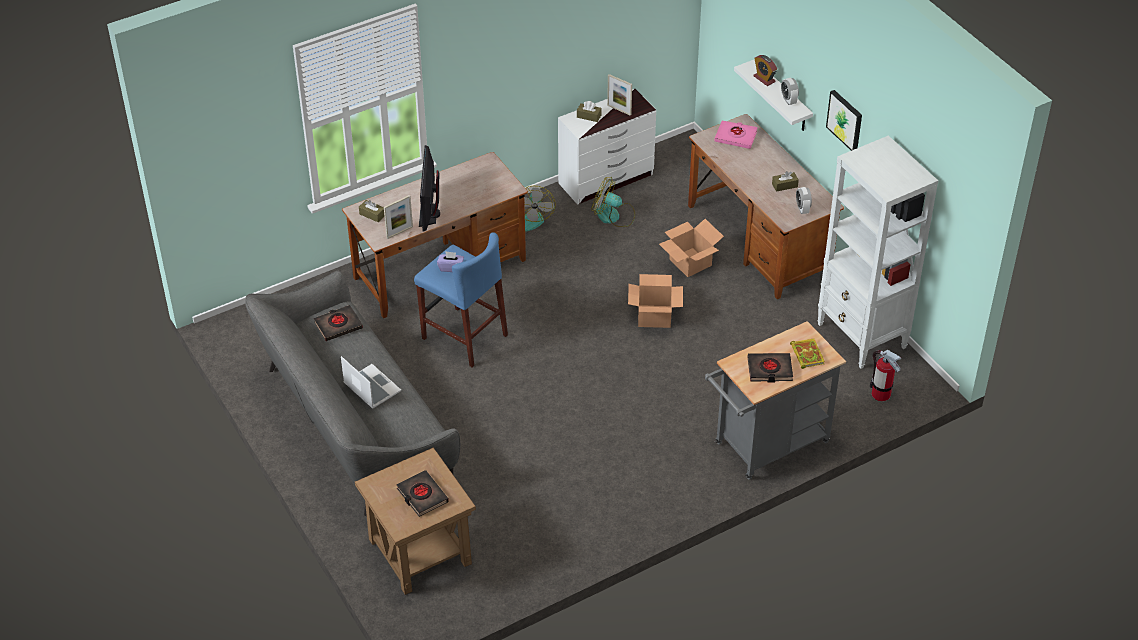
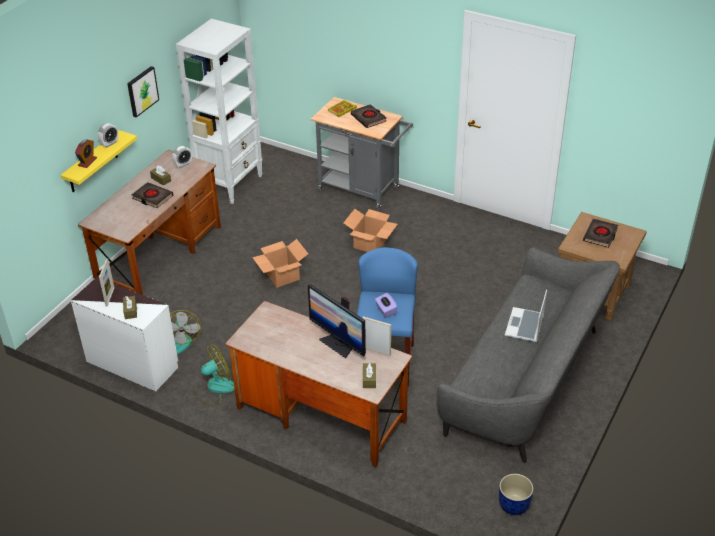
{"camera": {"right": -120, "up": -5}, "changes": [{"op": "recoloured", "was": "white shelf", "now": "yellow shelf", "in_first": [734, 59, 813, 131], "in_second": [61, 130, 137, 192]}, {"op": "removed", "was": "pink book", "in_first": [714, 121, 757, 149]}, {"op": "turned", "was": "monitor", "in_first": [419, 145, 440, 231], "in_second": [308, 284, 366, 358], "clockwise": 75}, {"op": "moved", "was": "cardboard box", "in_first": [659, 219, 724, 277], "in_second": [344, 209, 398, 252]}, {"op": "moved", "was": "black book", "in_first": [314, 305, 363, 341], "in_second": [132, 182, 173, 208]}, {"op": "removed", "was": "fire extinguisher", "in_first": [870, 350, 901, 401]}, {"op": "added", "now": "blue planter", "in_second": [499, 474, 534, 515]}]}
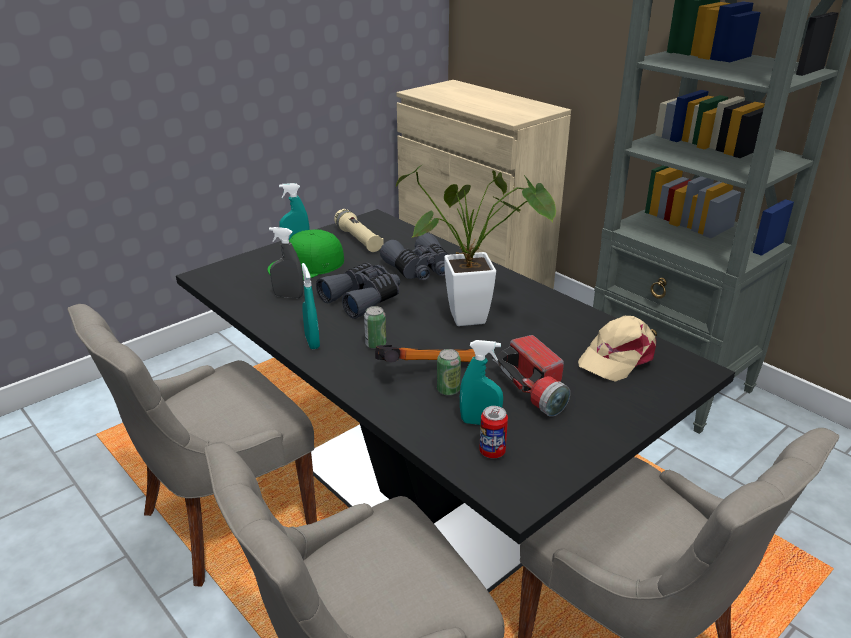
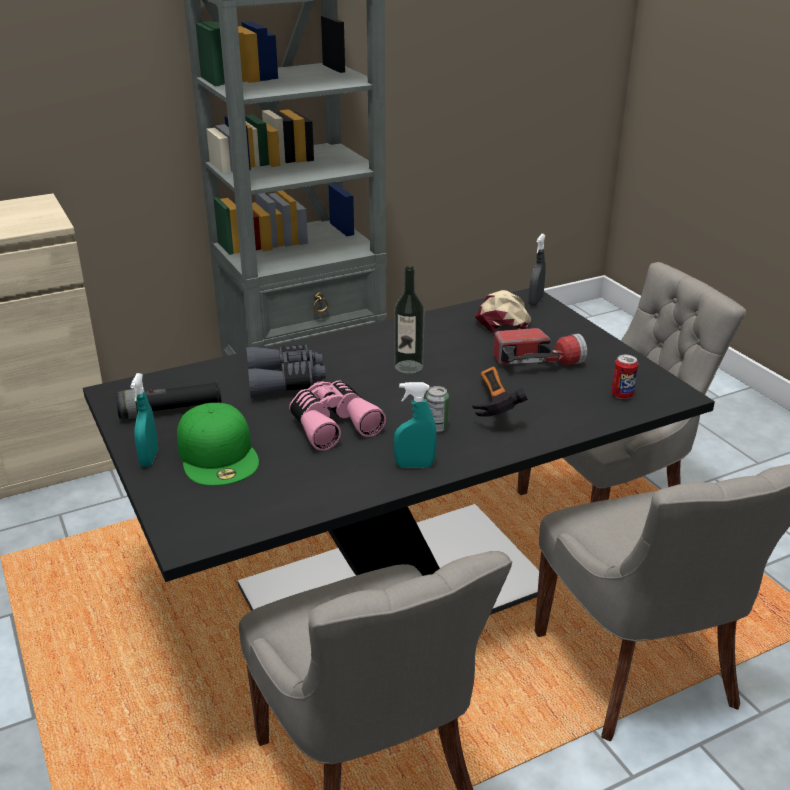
{"camera": {"right": -75, "up": 0}, "changes": [{"op": "replaced", "was": "potted plant", "now": "bottle", "in_first": [396, 165, 556, 326], "in_second": [394, 266, 424, 374]}, {"op": "recoloured", "was": "beige flashlight", "now": "black flashlight", "in_first": [334, 209, 384, 252], "in_second": [116, 381, 222, 419]}, {"op": "moved", "was": "grey spray bottle", "in_first": [269, 227, 304, 298], "in_second": [529, 234, 546, 306]}, {"op": "recoloured", "was": "grey binoculars", "now": "pink binoculars", "in_first": [316, 263, 400, 319], "in_second": [289, 380, 386, 451]}, {"op": "turned", "was": "beige cap", "in_first": [578, 316, 656, 382], "in_second": [475, 290, 531, 334], "clockwise": -150}, {"op": "removed", "was": "turquoise spray bottle", "in_first": [460, 340, 503, 425]}, {"op": "removed", "was": "can", "in_first": [437, 349, 461, 396]}]}
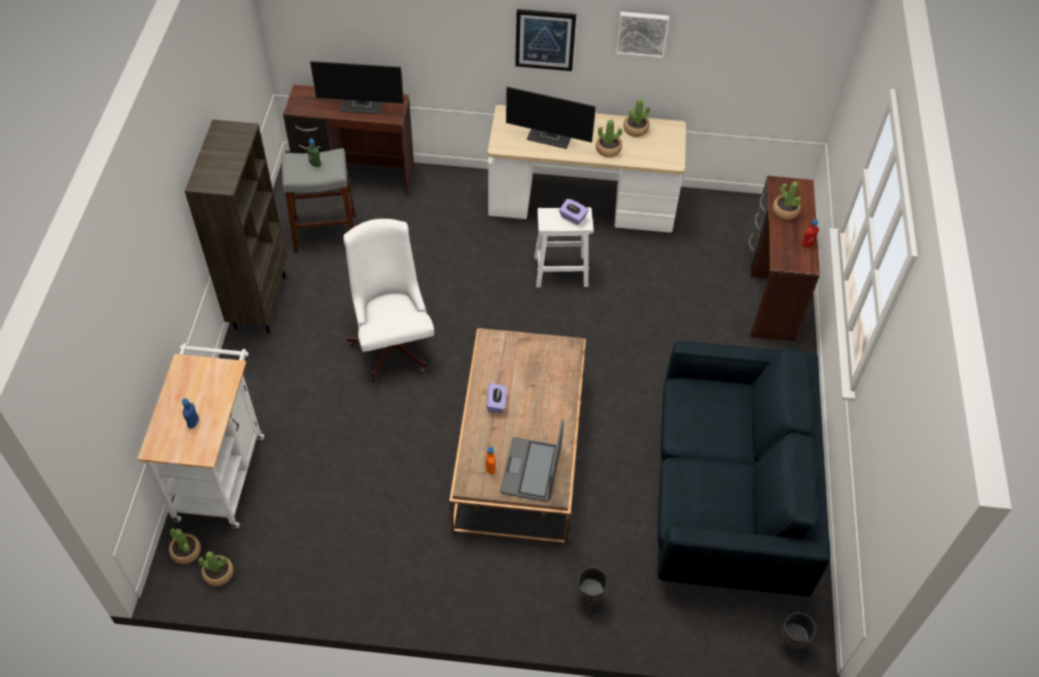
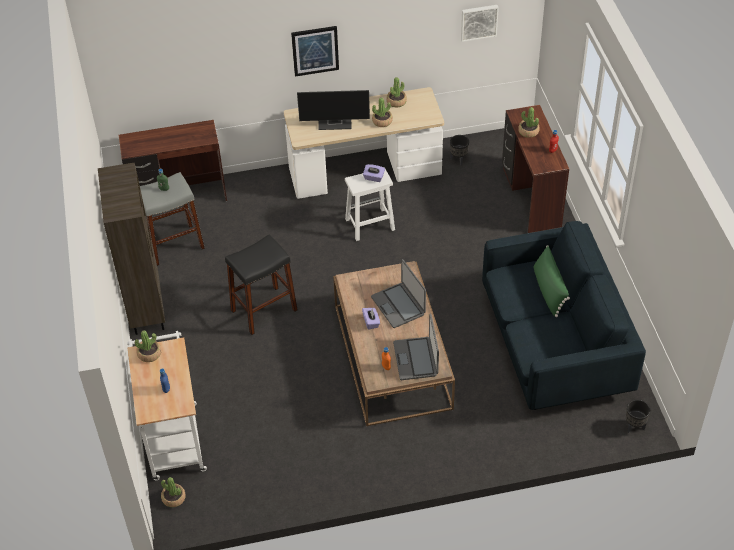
{"camera": {"right": -15, "up": -5}, "changes": [{"op": "moved", "was": "picture", "in_first": [616, 12, 669, 58], "in_second": [461, 5, 499, 42]}, {"op": "removed", "was": "monitor", "in_first": [310, 61, 404, 114]}, {"op": "replaced", "was": "white office chair", "now": "black stool", "in_first": [343, 219, 434, 381], "in_second": [225, 235, 297, 335]}, {"op": "moved", "was": "potted plant", "in_first": [198, 552, 234, 586], "in_second": [135, 330, 161, 362]}, {"op": "moved", "was": "black planter", "in_first": [577, 567, 608, 611], "in_second": [450, 135, 469, 166]}, {"op": "added", "now": "green pillow", "in_second": [534, 245, 570, 317]}, {"op": "added", "now": "laptop", "in_second": [371, 259, 426, 328]}]}
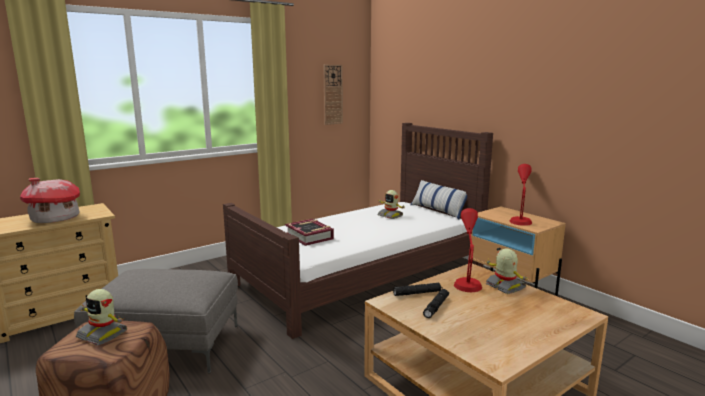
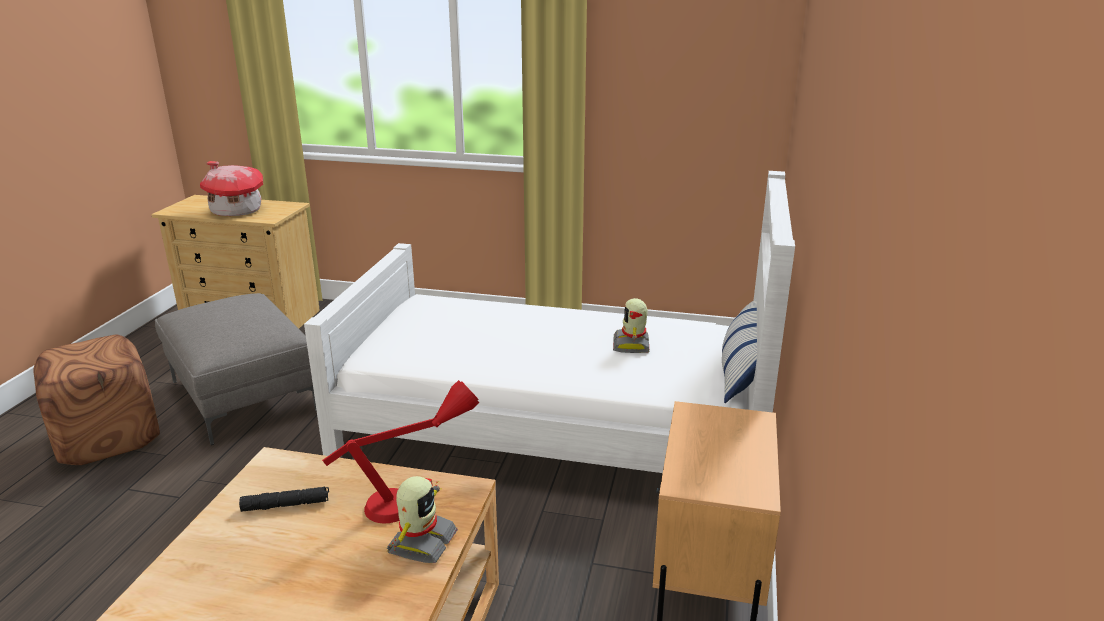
{"camera": {"right": 50, "up": 10}, "changes": [{"op": "removed", "was": "wall clock", "in_first": [323, 65, 343, 125]}, {"op": "recoloured", "was": "brown bed", "now": "white bed", "in_first": [223, 123, 493, 339], "in_second": [304, 171, 795, 473]}, {"op": "removed", "was": "red table lamp", "in_first": [509, 164, 532, 226]}, {"op": "removed", "was": "book", "in_first": [285, 219, 334, 246]}, {"op": "removed", "was": "black flashlight", "in_first": [393, 283, 443, 296]}, {"op": "removed", "was": "toy robot", "in_first": [76, 289, 127, 345]}]}
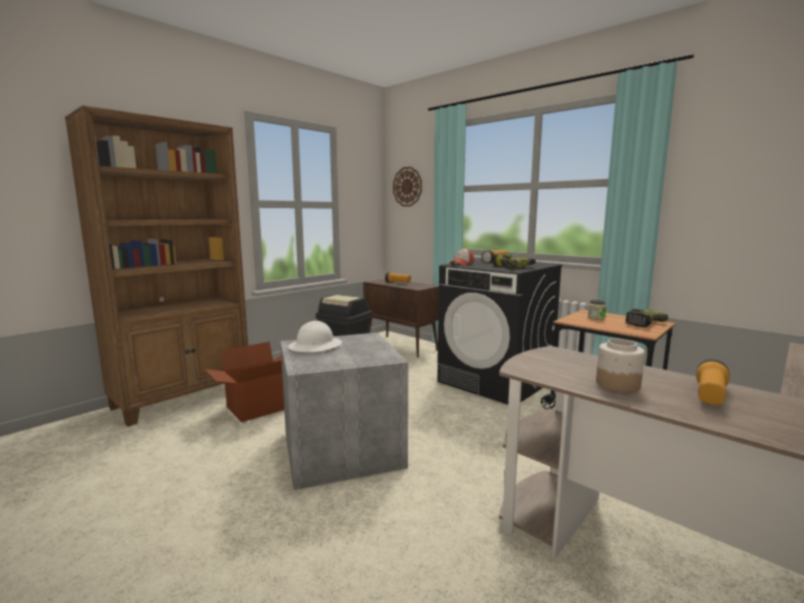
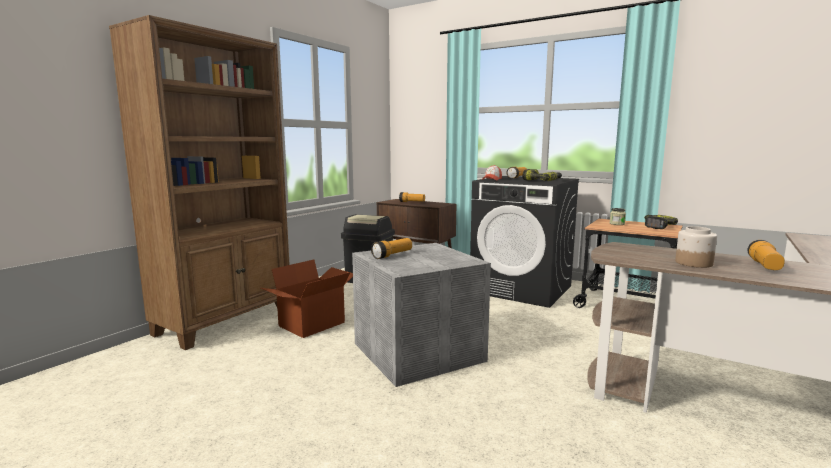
{"camera": {"right": -10, "up": 0}, "changes": [{"op": "removed", "was": "wall clock", "in_first": [393, 167, 422, 206]}, {"op": "replaced", "was": "white hard hat", "now": "flashlight", "in_first": [288, 321, 342, 352], "in_second": [371, 238, 412, 259]}]}
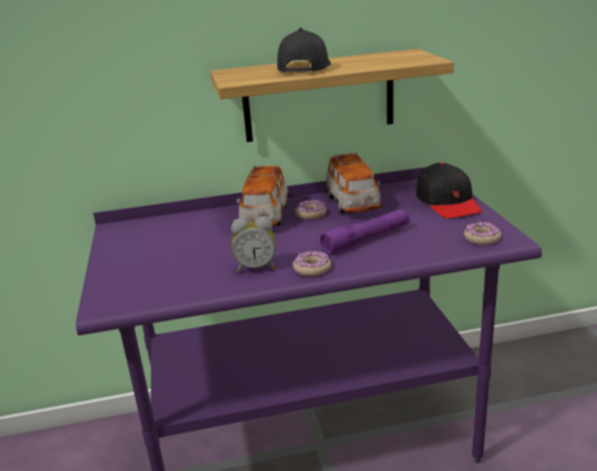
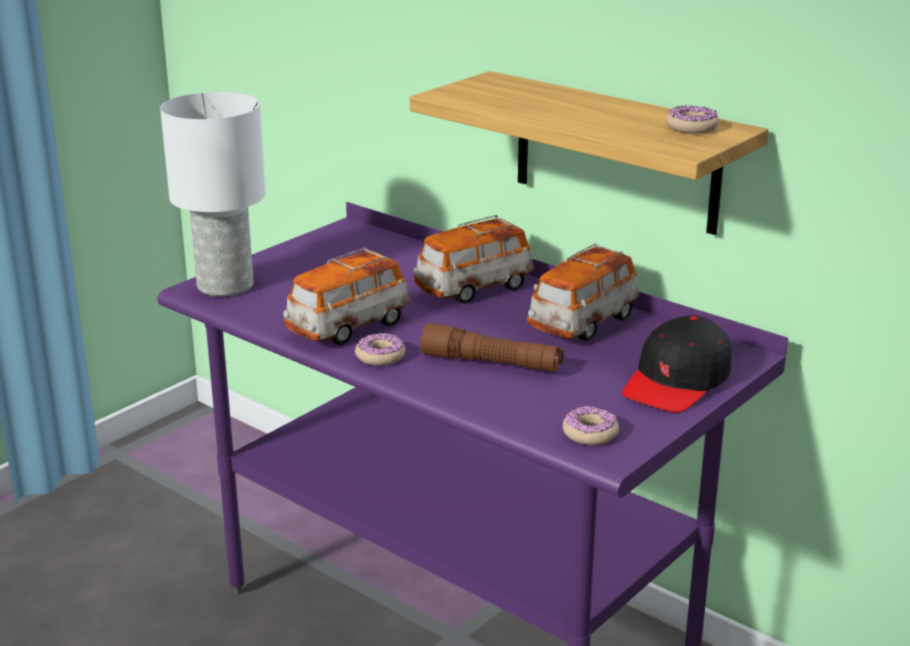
{"camera": {"right": 50, "up": 0}, "changes": [{"op": "removed", "was": "black cap", "in_first": [277, 28, 331, 72]}, {"op": "moved", "was": "donut", "in_first": [295, 200, 327, 219], "in_second": [666, 105, 719, 134]}, {"op": "recoloured", "was": "purple flashlight", "now": "brown flashlight", "in_first": [320, 209, 410, 255], "in_second": [420, 323, 564, 372]}, {"op": "replaced", "was": "alarm clock", "now": "toy car", "in_first": [231, 217, 276, 273], "in_second": [283, 247, 410, 345]}, {"op": "added", "now": "white table lamp", "in_second": [160, 92, 266, 297]}]}
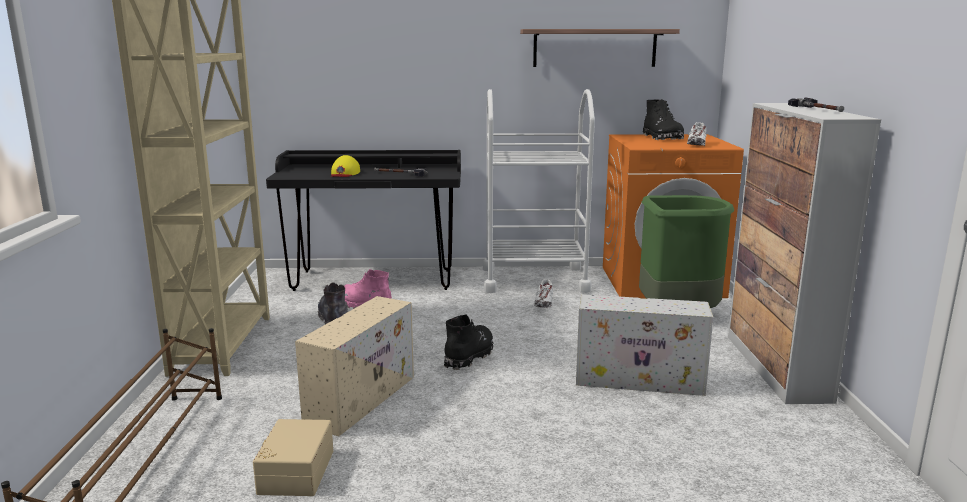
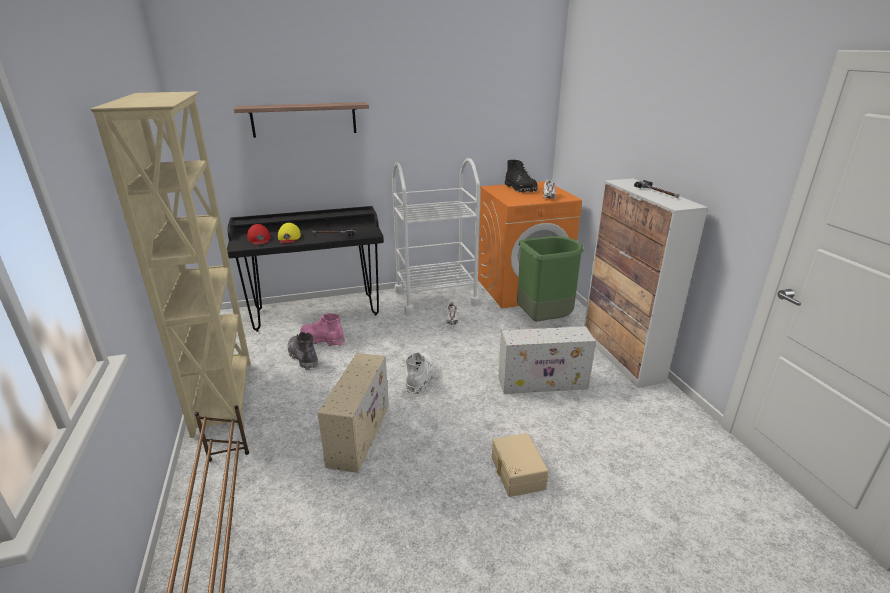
{"camera": {"right": -15, "up": 10}, "changes": [{"op": "moved", "was": "shelf", "in_first": [520, 29, 680, 67], "in_second": [234, 102, 369, 138]}, {"op": "recoloured", "was": "black boot", "now": "white boot", "in_first": [444, 314, 493, 370], "in_second": [406, 352, 435, 394]}, {"op": "moved", "was": "beige storage box", "in_first": [253, 419, 333, 496], "in_second": [492, 433, 548, 497]}, {"op": "added", "now": "red cap", "in_second": [247, 224, 271, 245]}]}
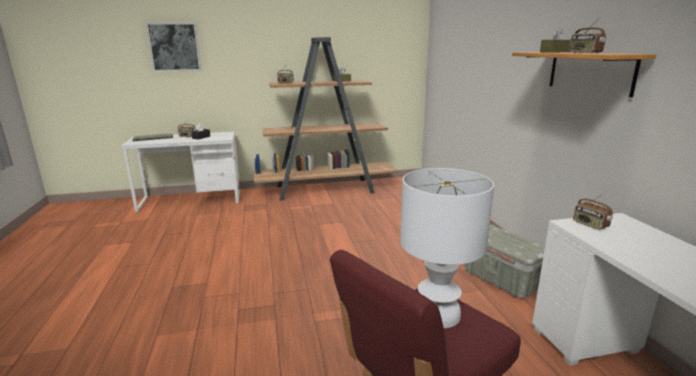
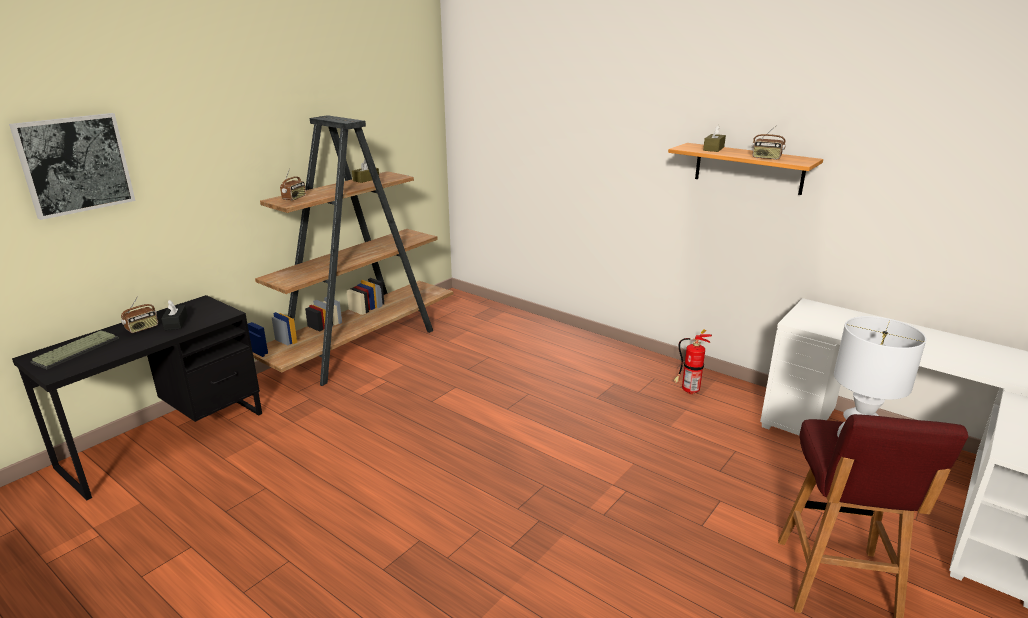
{"camera": {"right": -40, "up": 5}, "changes": [{"op": "recoloured", "was": "white desk", "now": "black desk", "in_first": [121, 131, 240, 212], "in_second": [12, 295, 262, 500]}, {"op": "removed", "was": "radio", "in_first": [573, 192, 613, 230]}, {"op": "replaced", "was": "grey storage box", "now": "fire extinguisher", "in_first": [464, 224, 545, 298], "in_second": [673, 329, 712, 394]}]}
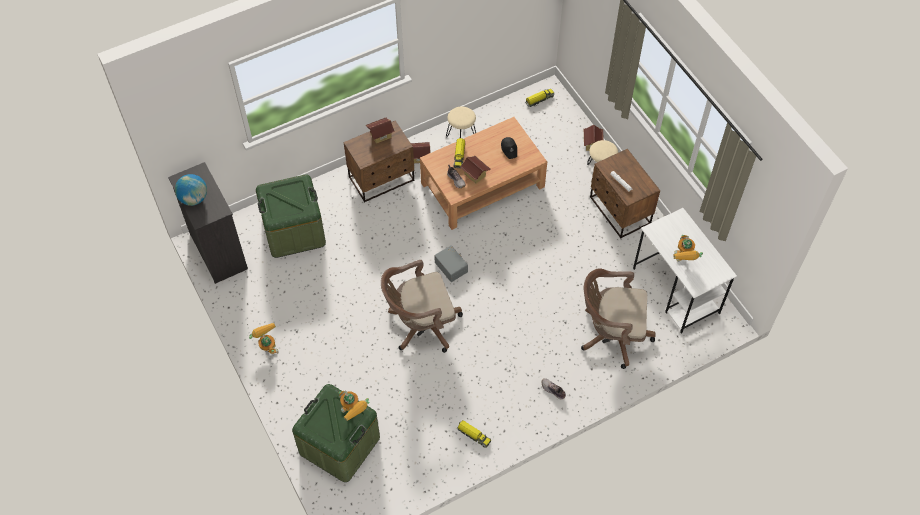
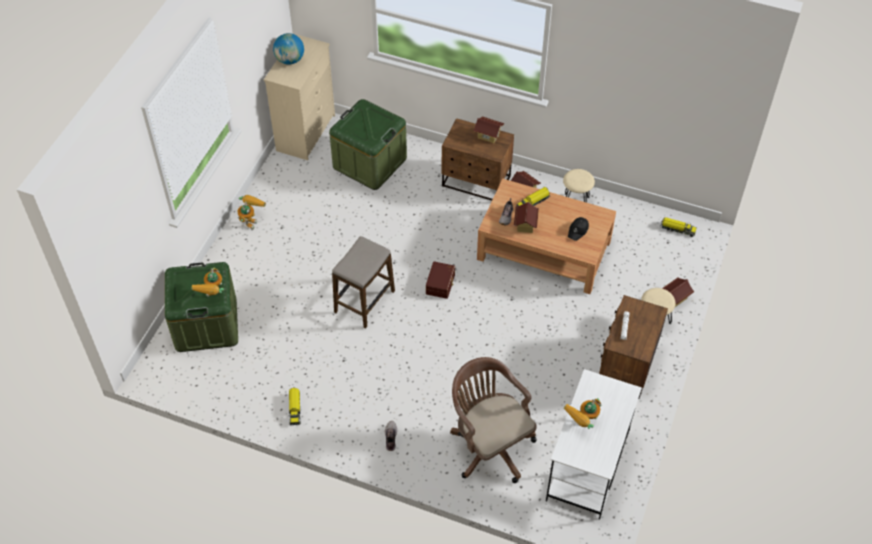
{"camera": {"right": 50, "up": -5}, "changes": [{"op": "recoloured", "was": "black dresser", "now": "beige dresser", "in_first": [168, 162, 248, 284], "in_second": [264, 34, 335, 160]}, {"op": "recoloured", "was": "grey storage box", "now": "brown storage box", "in_first": [434, 245, 468, 282], "in_second": [426, 261, 455, 299]}, {"op": "replaced", "was": "brown office chair", "now": "stool", "in_first": [381, 260, 463, 353], "in_second": [332, 236, 395, 329]}]}
